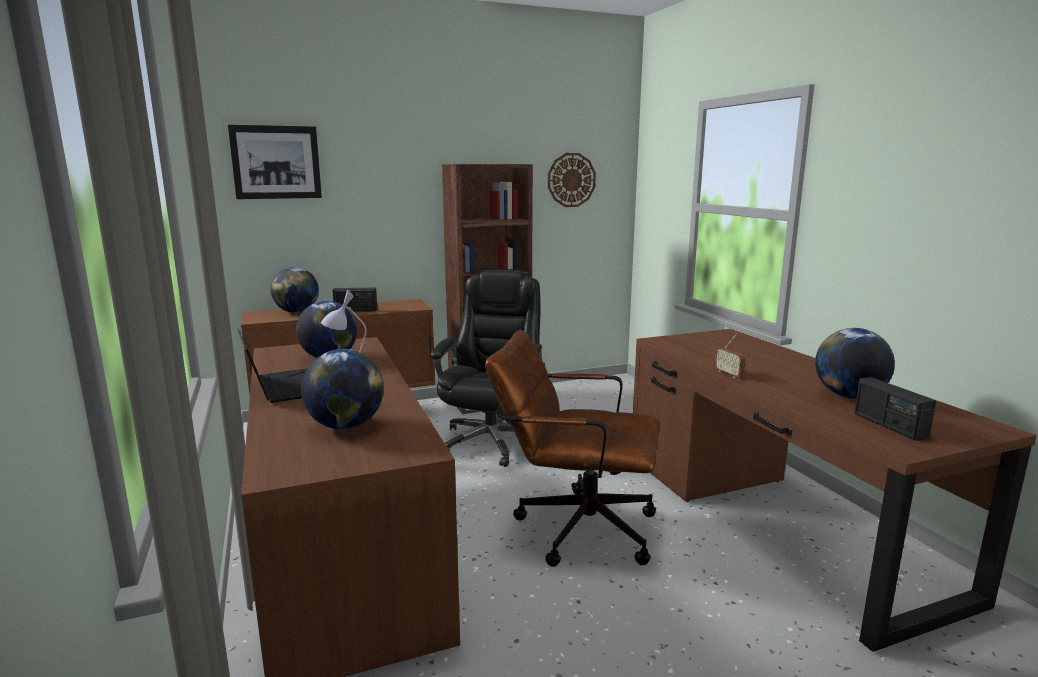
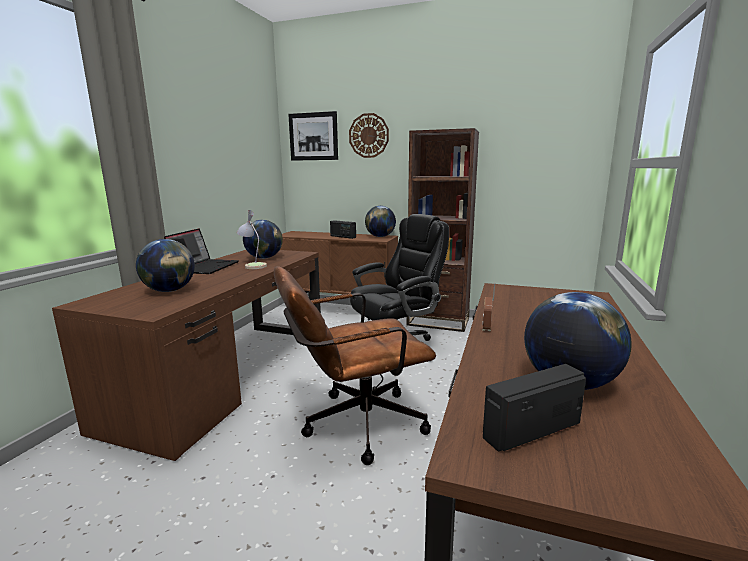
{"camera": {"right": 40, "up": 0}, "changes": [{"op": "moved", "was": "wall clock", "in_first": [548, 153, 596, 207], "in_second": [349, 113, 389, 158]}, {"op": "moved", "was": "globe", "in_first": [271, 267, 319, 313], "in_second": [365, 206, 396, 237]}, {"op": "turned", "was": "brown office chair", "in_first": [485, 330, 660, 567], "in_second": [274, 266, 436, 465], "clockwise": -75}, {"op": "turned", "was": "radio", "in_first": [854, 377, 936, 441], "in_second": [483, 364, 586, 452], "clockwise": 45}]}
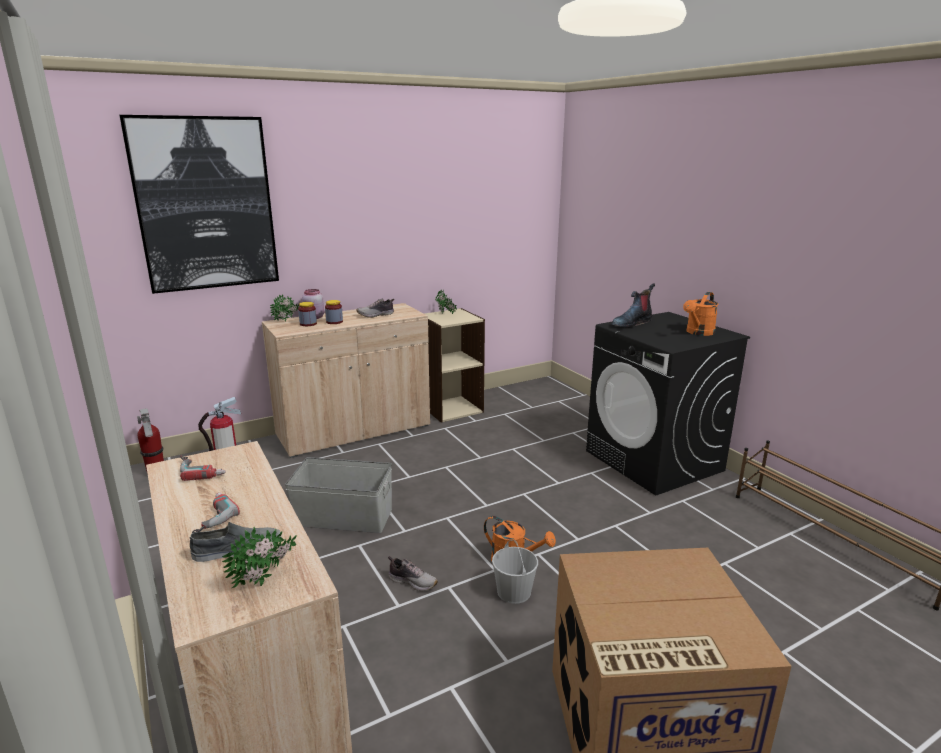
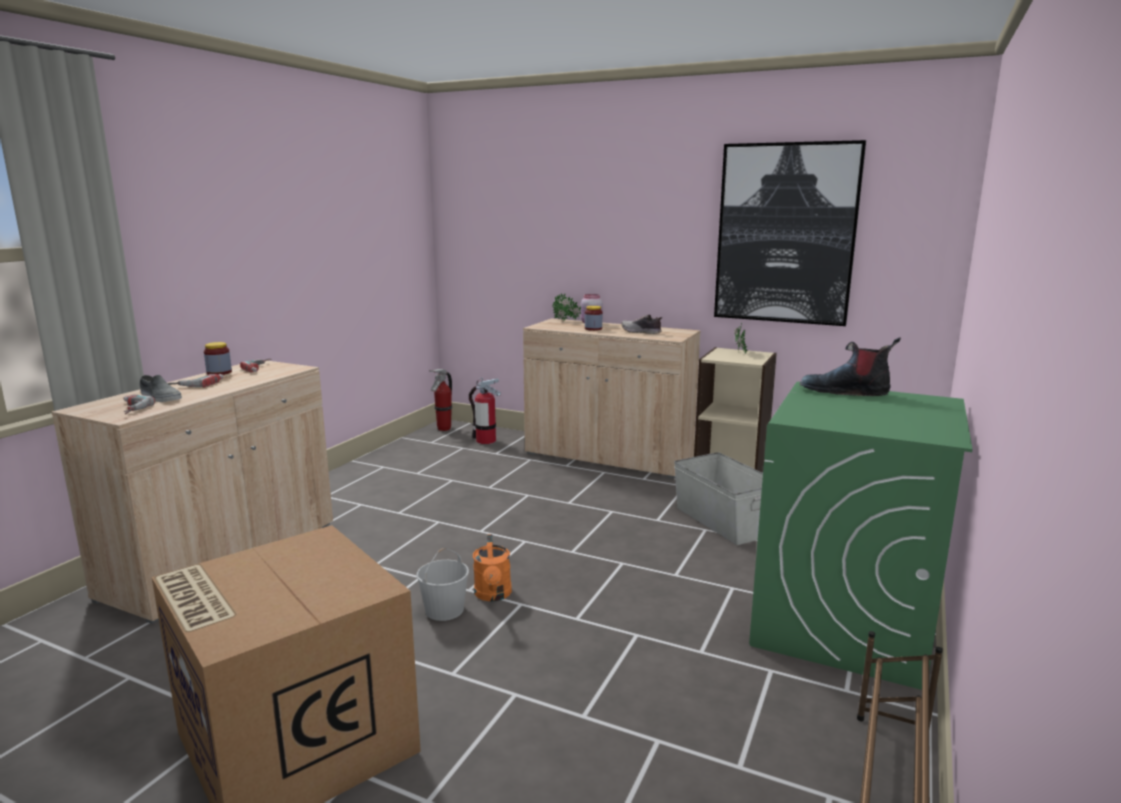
{"camera": {"right": 55, "up": -5}, "changes": [{"op": "moved", "was": "picture", "in_first": [119, 115, 279, 294], "in_second": [714, 140, 866, 326]}, {"op": "removed", "was": "orange watering can", "in_first": [683, 292, 718, 336]}, {"op": "moved", "was": "jar", "in_first": [298, 302, 317, 326], "in_second": [204, 342, 232, 375]}, {"op": "recoloured", "was": "black washing machine", "now": "green washing machine", "in_first": [586, 312, 750, 495], "in_second": [749, 382, 973, 690]}, {"op": "moved", "was": "grey storage box", "in_first": [285, 457, 392, 533], "in_second": [674, 452, 763, 545]}, {"op": "replaced", "was": "potted plant", "now": "power drill", "in_first": [222, 526, 297, 588], "in_second": [123, 394, 155, 414]}, {"op": "removed", "was": "shoe", "in_first": [388, 556, 438, 591]}]}
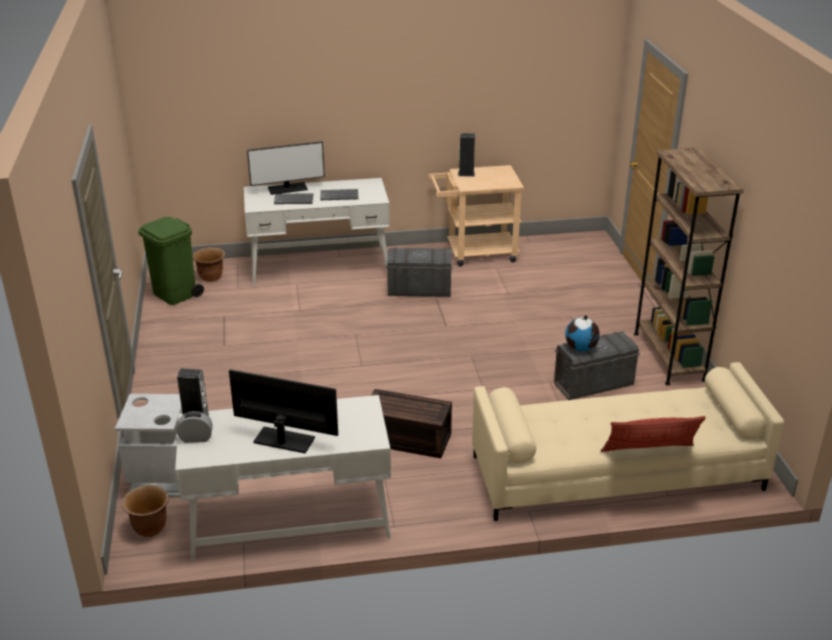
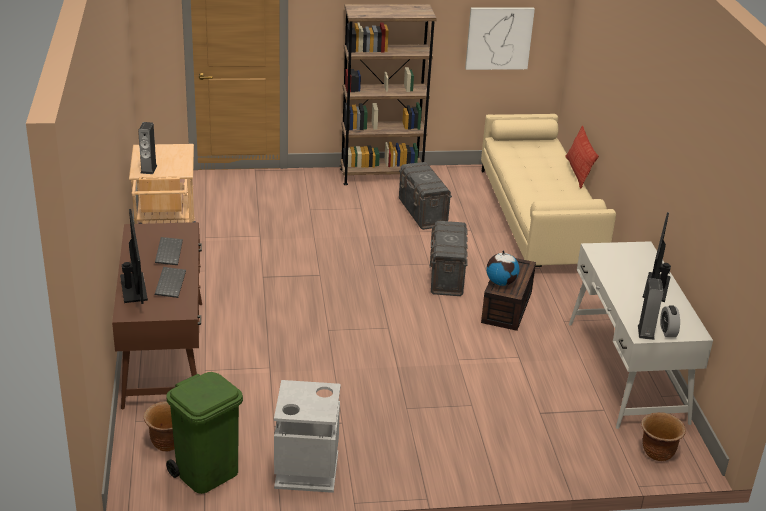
{"camera": {"right": -90, "up": 0}, "changes": [{"op": "recoloured", "was": "white desk", "now": "brown desk", "in_first": [244, 178, 390, 286], "in_second": [112, 222, 202, 409]}, {"op": "moved", "was": "grey storage box", "in_first": [386, 247, 453, 297], "in_second": [429, 221, 467, 296]}, {"op": "moved", "was": "globe", "in_first": [565, 315, 600, 351], "in_second": [486, 250, 519, 286]}, {"op": "moved", "was": "grey trash can", "in_first": [115, 394, 182, 497], "in_second": [274, 380, 341, 493]}, {"op": "added", "now": "picture", "in_second": [465, 8, 535, 70]}]}
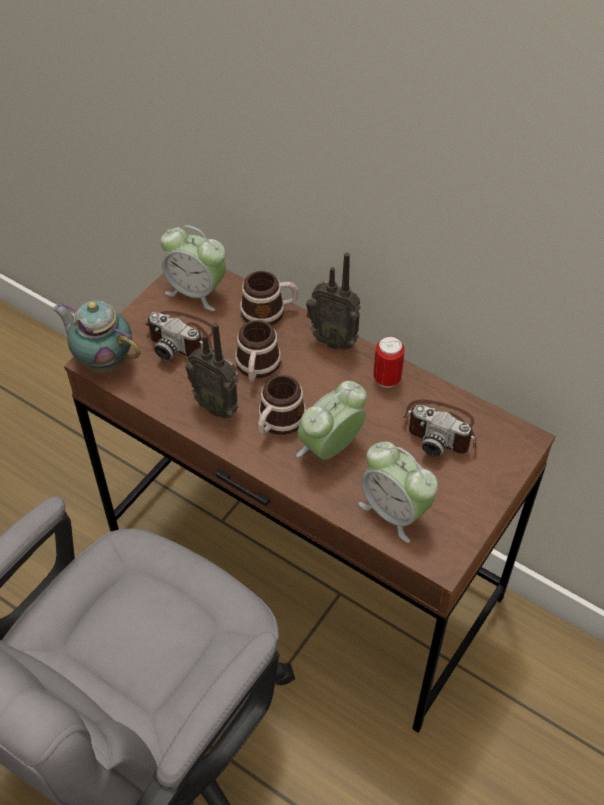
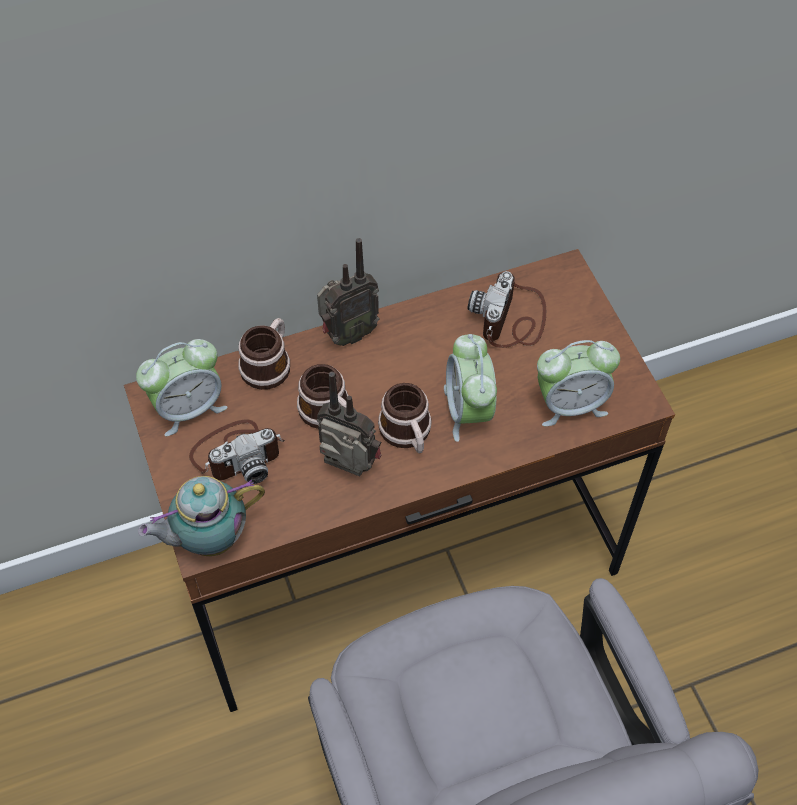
{"camera": {"right": -55, "up": 5}, "changes": [{"op": "turned", "was": "radio", "in_first": [185, 322, 239, 419], "in_second": [317, 372, 381, 477], "clockwise": -135}, {"op": "removed", "was": "can", "in_first": [373, 336, 405, 388]}, {"op": "turned", "was": "photo camera", "in_first": [403, 399, 477, 457], "in_second": [468, 271, 546, 348], "clockwise": 135}]}
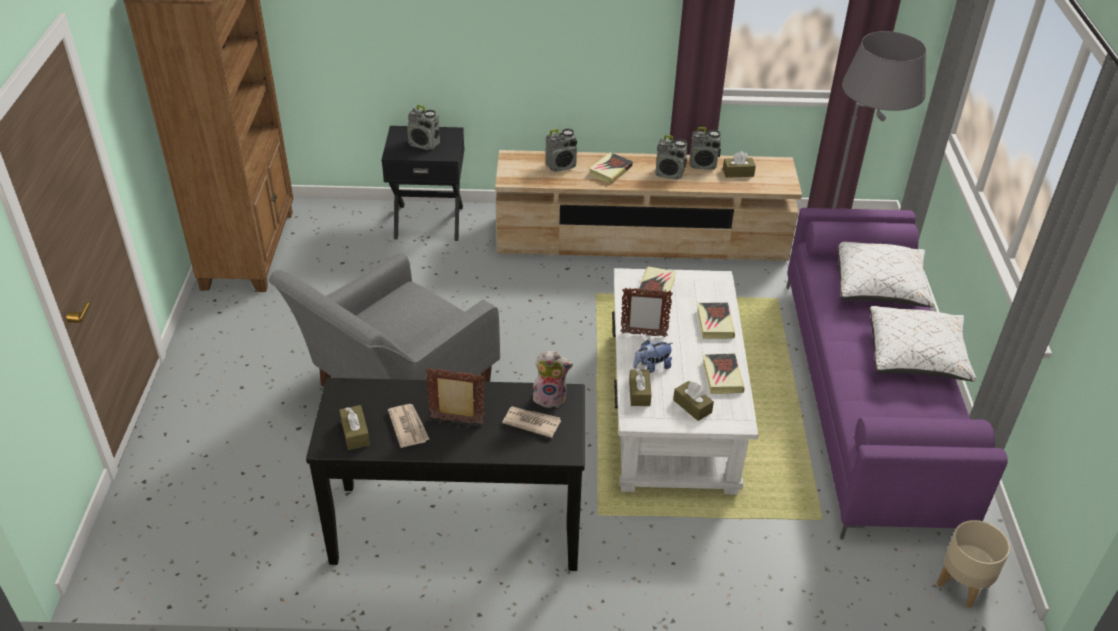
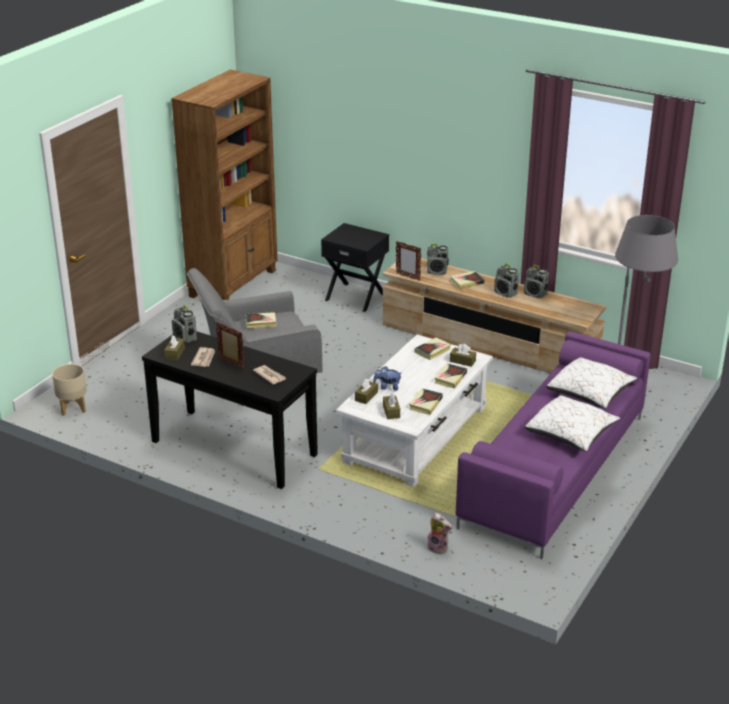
{"camera": {"right": 30, "up": -10}, "changes": [{"op": "moved", "was": "radio", "in_first": [407, 105, 440, 150], "in_second": [172, 305, 197, 343]}, {"op": "moved", "was": "brown tissue box", "in_first": [723, 151, 756, 178], "in_second": [450, 344, 476, 367]}, {"op": "moved", "was": "picture frame", "in_first": [621, 287, 673, 337], "in_second": [396, 241, 422, 281]}, {"op": "moved", "was": "plush toy", "in_first": [533, 351, 573, 408], "in_second": [427, 513, 452, 555]}, {"op": "moved", "was": "beige planter", "in_first": [937, 520, 1010, 608], "in_second": [52, 364, 87, 416]}, {"op": "added", "now": "book", "in_second": [245, 312, 277, 328]}]}
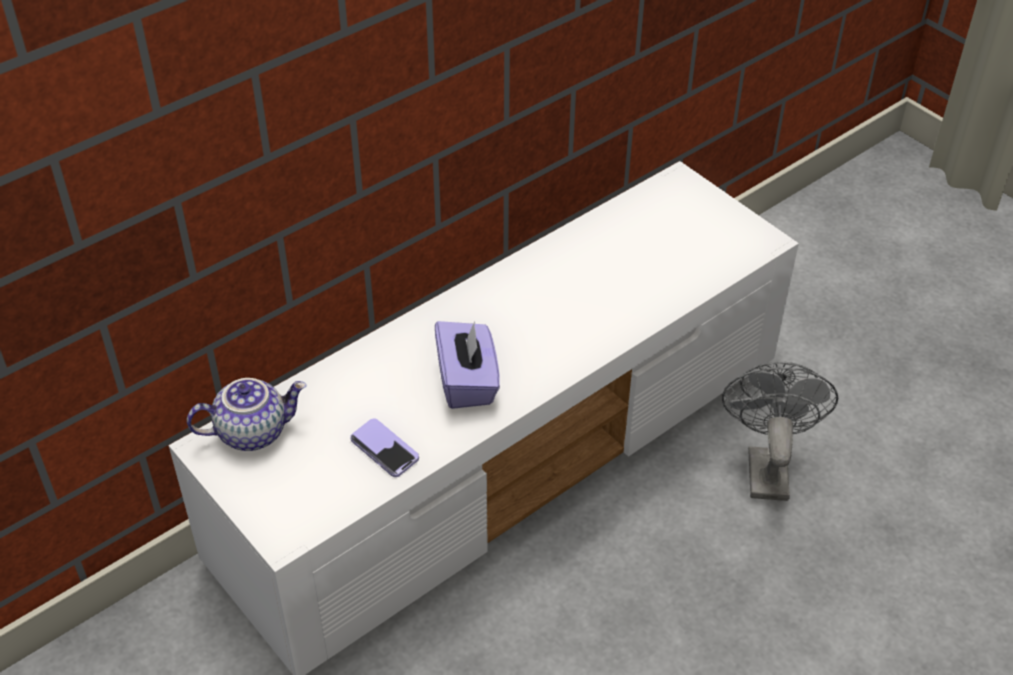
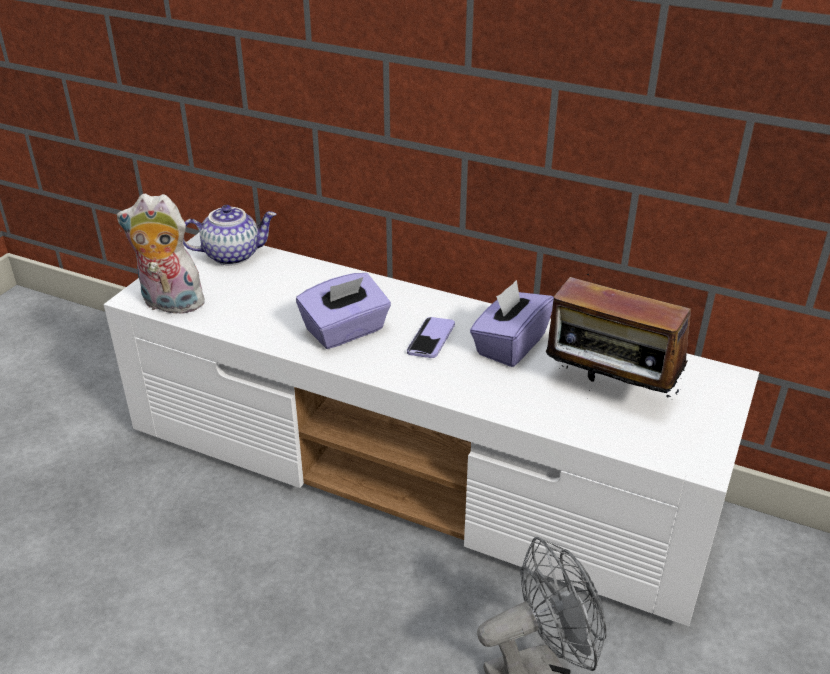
{"camera": {"right": 65, "up": -10}, "changes": [{"op": "turned", "was": "teapot", "in_first": [187, 378, 307, 451], "in_second": [183, 205, 277, 266], "clockwise": -60}, {"op": "moved", "was": "phone", "in_first": [350, 419, 419, 477], "in_second": [407, 317, 455, 358]}, {"op": "added", "now": "plush toy", "in_second": [117, 194, 205, 314]}, {"op": "added", "now": "radio", "in_second": [546, 274, 691, 397]}, {"op": "added", "now": "purple tissue box", "in_second": [470, 280, 554, 367]}]}
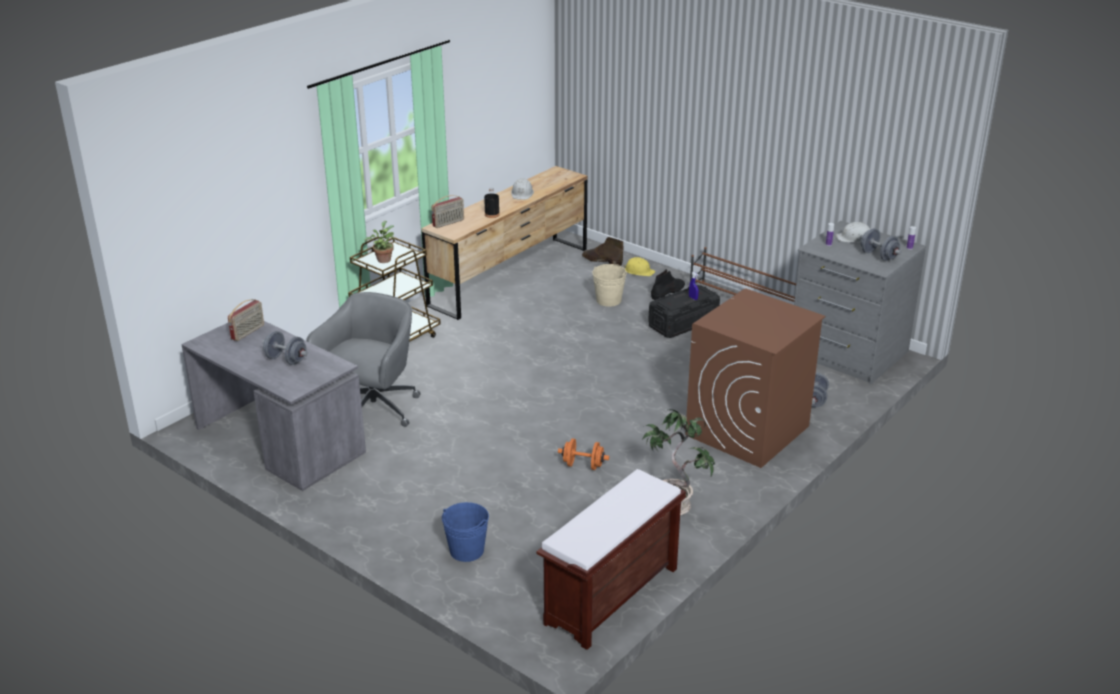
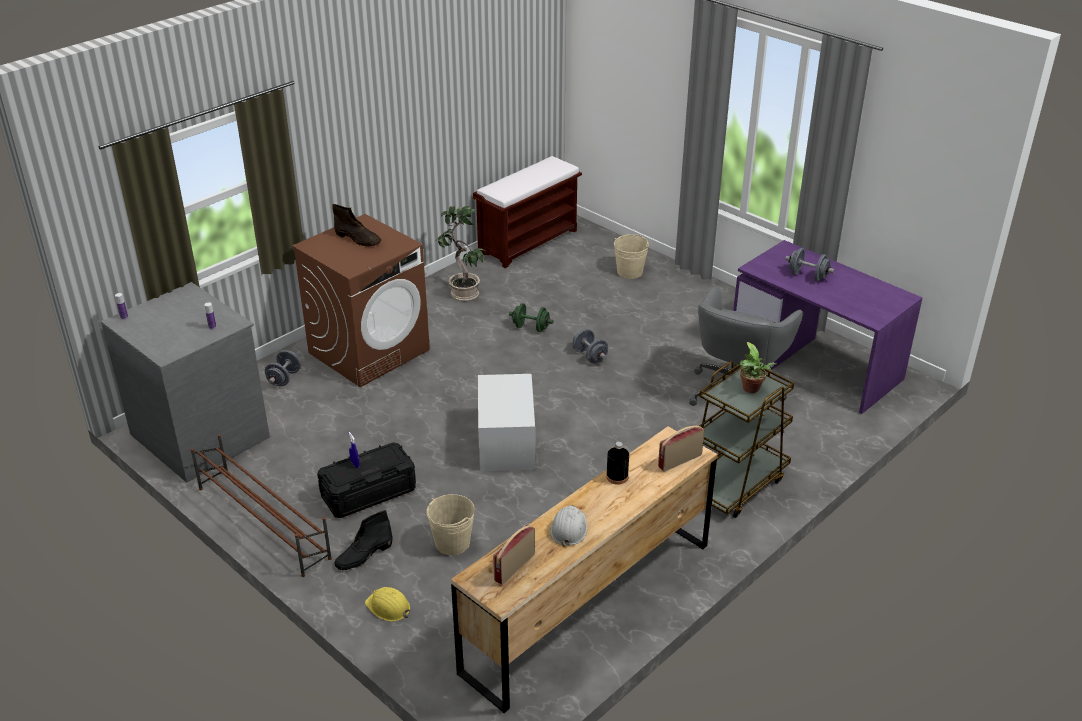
{"camera": {"right": -175, "up": 5}, "changes": [{"op": "removed", "was": "white hard hat", "in_first": [836, 222, 870, 243]}, {"op": "moved", "was": "grey dumbbell", "in_first": [860, 228, 901, 261], "in_second": [572, 329, 608, 363]}, {"op": "moved", "was": "brown boot", "in_first": [582, 237, 623, 266], "in_second": [332, 204, 381, 247]}, {"op": "moved", "was": "radio", "in_first": [228, 299, 264, 341], "in_second": [493, 524, 535, 585]}, {"op": "recoloured", "was": "grey desk", "now": "purple desk", "in_first": [181, 321, 366, 491], "in_second": [733, 240, 923, 414]}, {"op": "recoloured", "was": "orange dumbbell", "now": "green dumbbell", "in_first": [558, 438, 609, 470], "in_second": [509, 303, 554, 332]}, {"op": "recoloured", "was": "blue bucket", "now": "beige bucket", "in_first": [442, 502, 489, 562], "in_second": [614, 234, 649, 279]}, {"op": "added", "now": "white storage box", "in_second": [478, 374, 535, 471]}]}
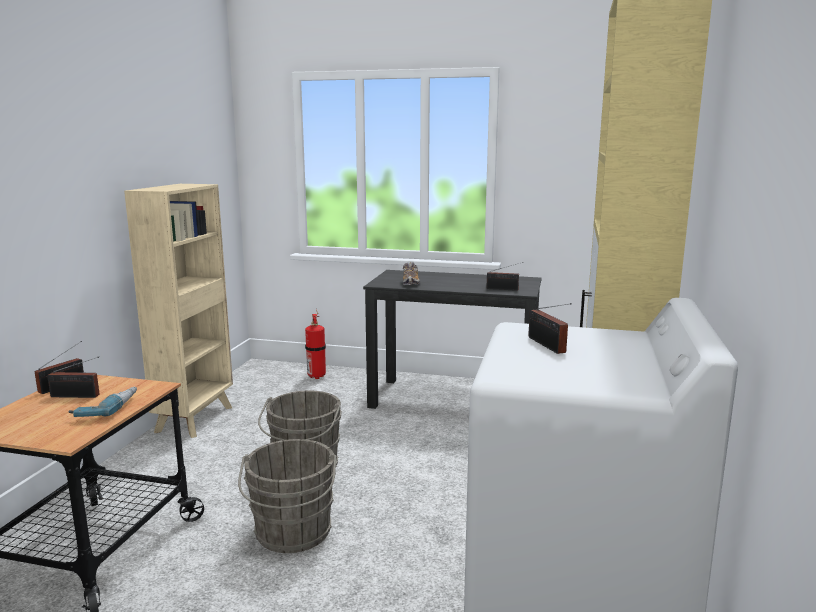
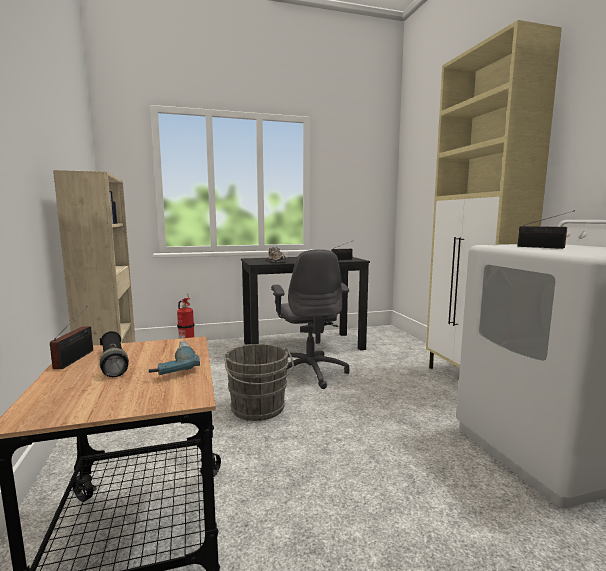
{"camera": {"right": -30, "up": -5}, "changes": [{"op": "replaced", "was": "radio", "now": "black flashlight", "in_first": [47, 357, 100, 398], "in_second": [100, 331, 129, 377]}, {"op": "removed", "was": "grey bucket", "in_first": [238, 439, 336, 553]}, {"op": "added", "now": "grey office chair", "in_second": [271, 249, 349, 389]}]}
